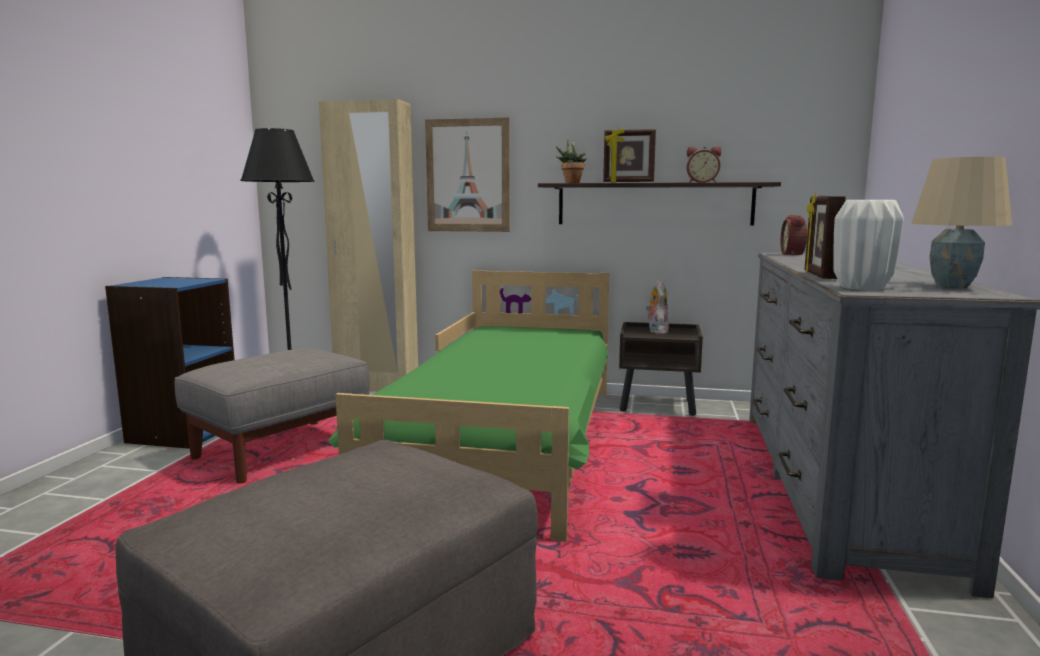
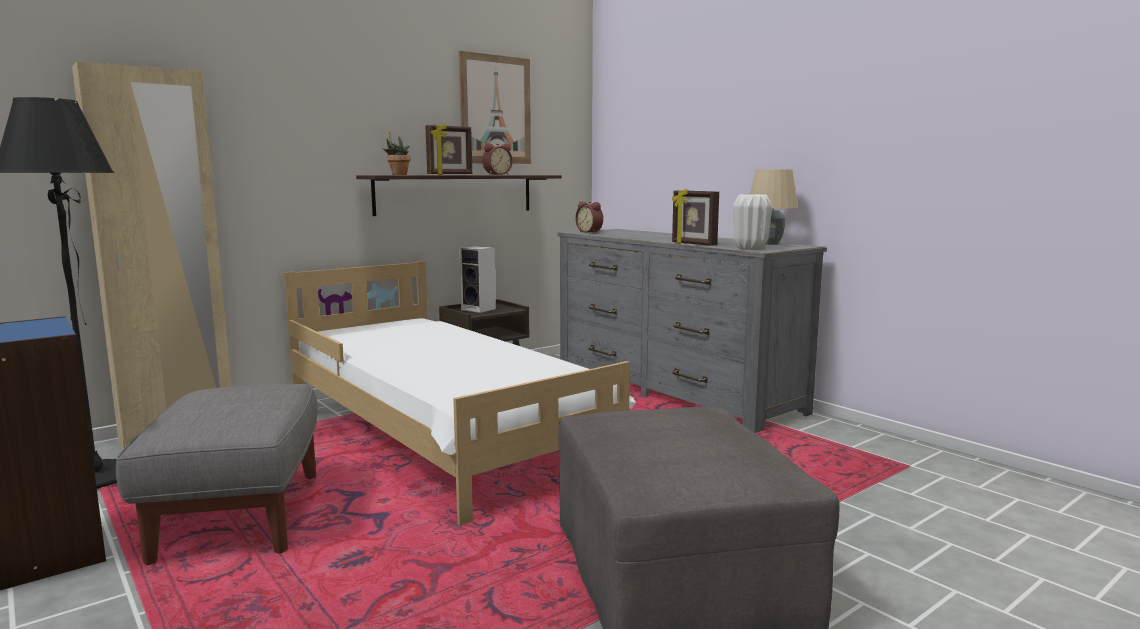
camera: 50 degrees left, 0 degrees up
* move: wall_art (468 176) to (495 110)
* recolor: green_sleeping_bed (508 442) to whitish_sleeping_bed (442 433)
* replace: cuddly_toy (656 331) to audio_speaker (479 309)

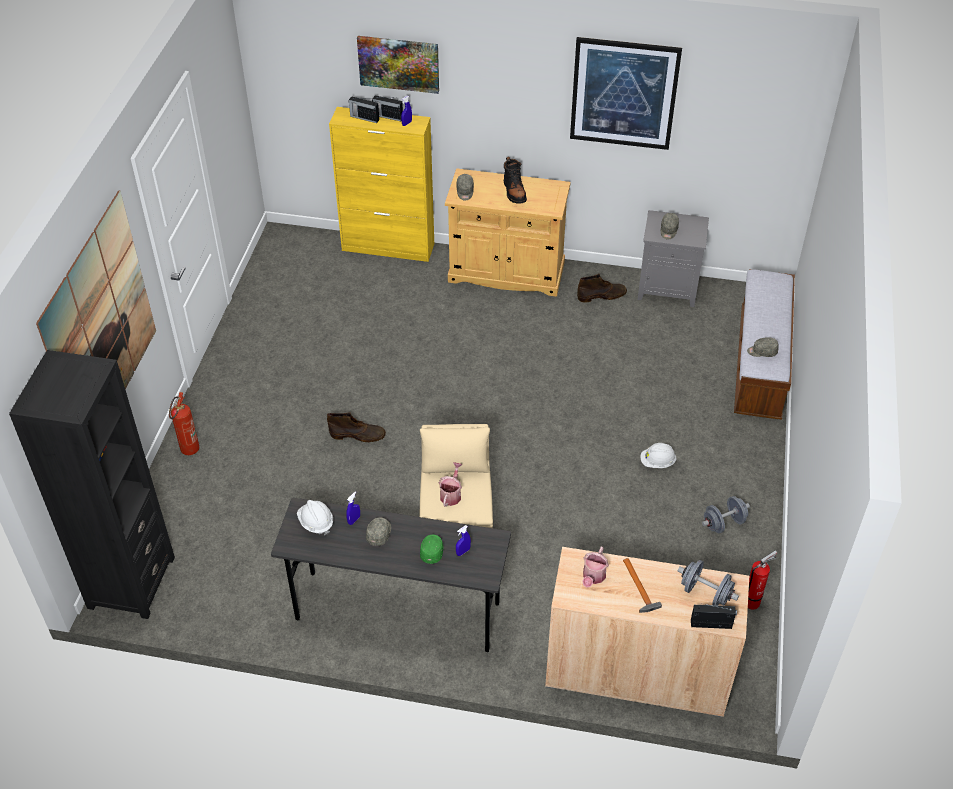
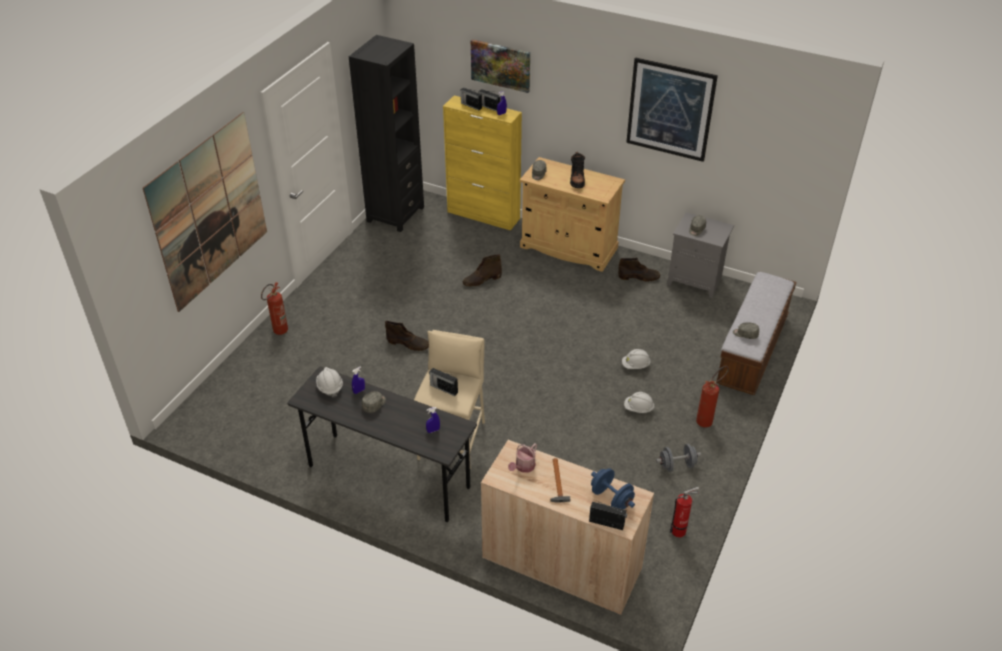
camera: 15 degrees right, 5 degrees down
* move: blackish_shelving_unit (131 582) to (395 214)
* replace: watering_pot (451 494) to radio (443 388)
* delete: green_baseball_cap (432 551)
* recolor: gray_hand_weight (705 593) to bluish_hand_weight (611 498)
* insert: brown_boot (481 280)
* insert: whitish_hard_hat (635 365)
* insert: extinguisher (707 420)

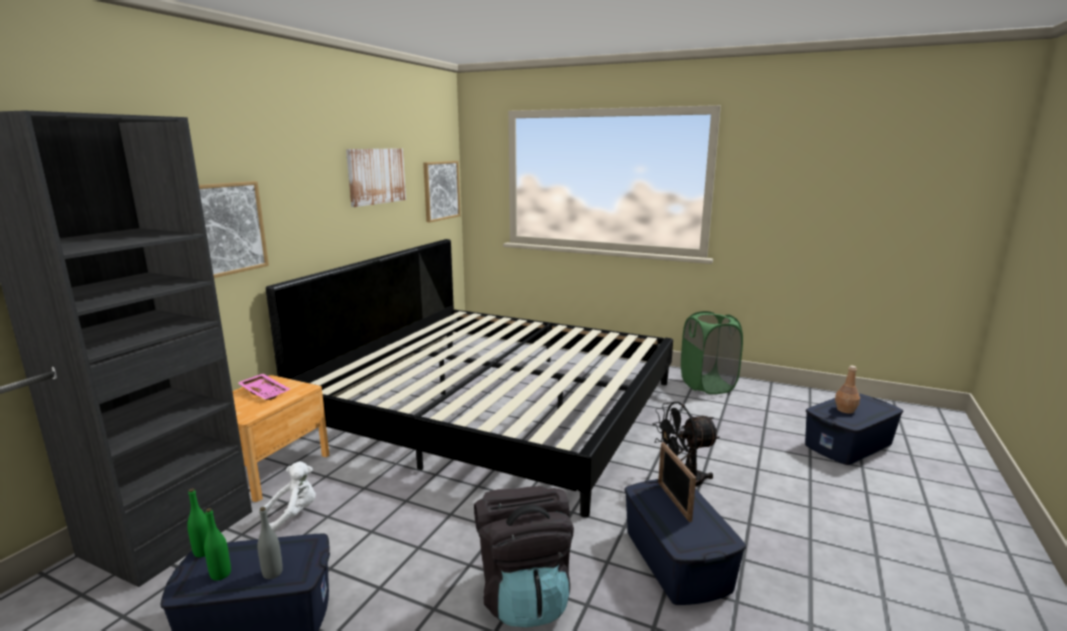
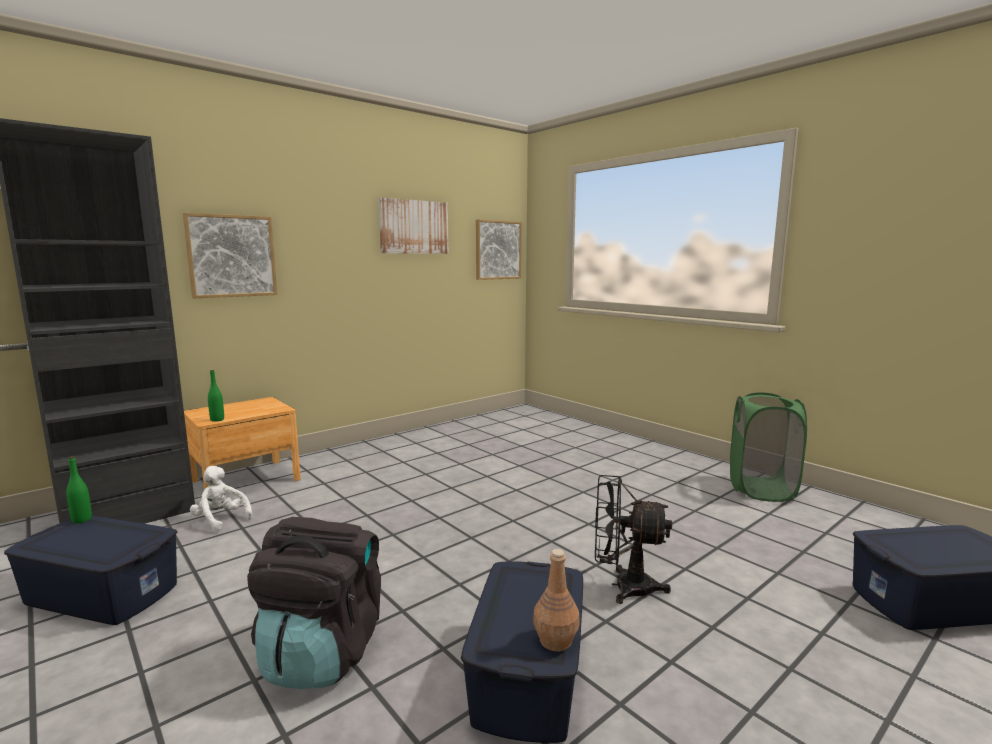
camera: 25 degrees right, 5 degrees down
* delete: sleeping_bed (497 406)
* move: brown_bottle (845 410) to (555 640)
* delete: pink_carrying_tray (265 392)
* delete: photo_frame (673 501)
* rotate: whitish_cuddly_toy (294 514) = (221 520) 135 degrees counterclockwise
* delete: gray_bottle (272 573)
* move: green_bottle (220 574) to (217 420)

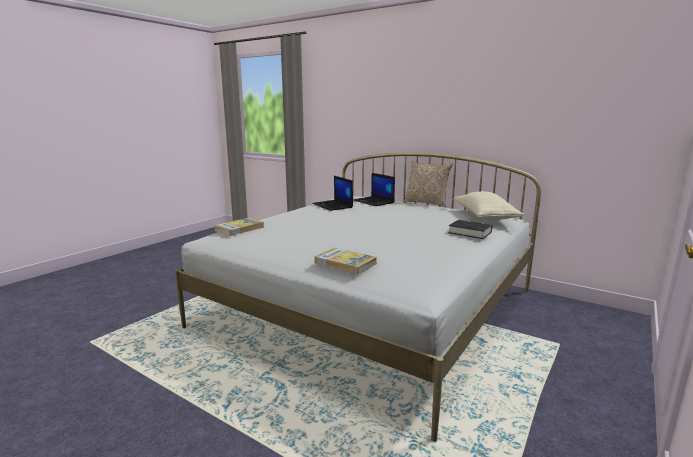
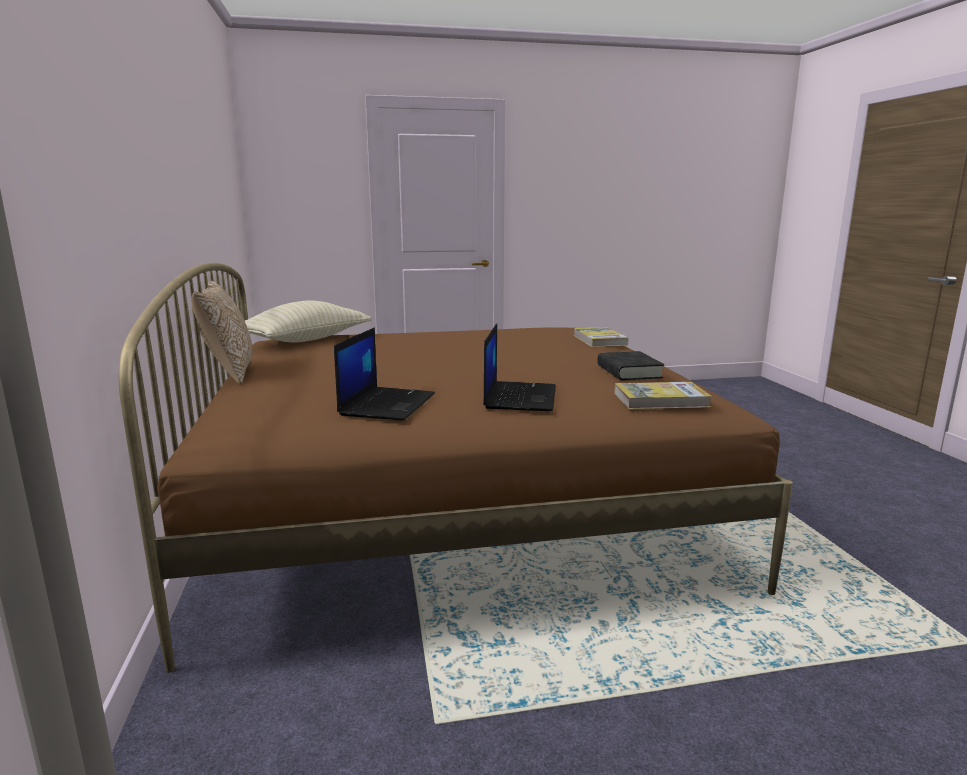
camera: 135 degrees left, 0 degrees up
* recolor: whitish_sleeping_bed (371 308) to brown_sleeping_bed (453 503)
* move: laptop (374 201) to (519 397)
* move: blackish_book (470 232) to (629 372)

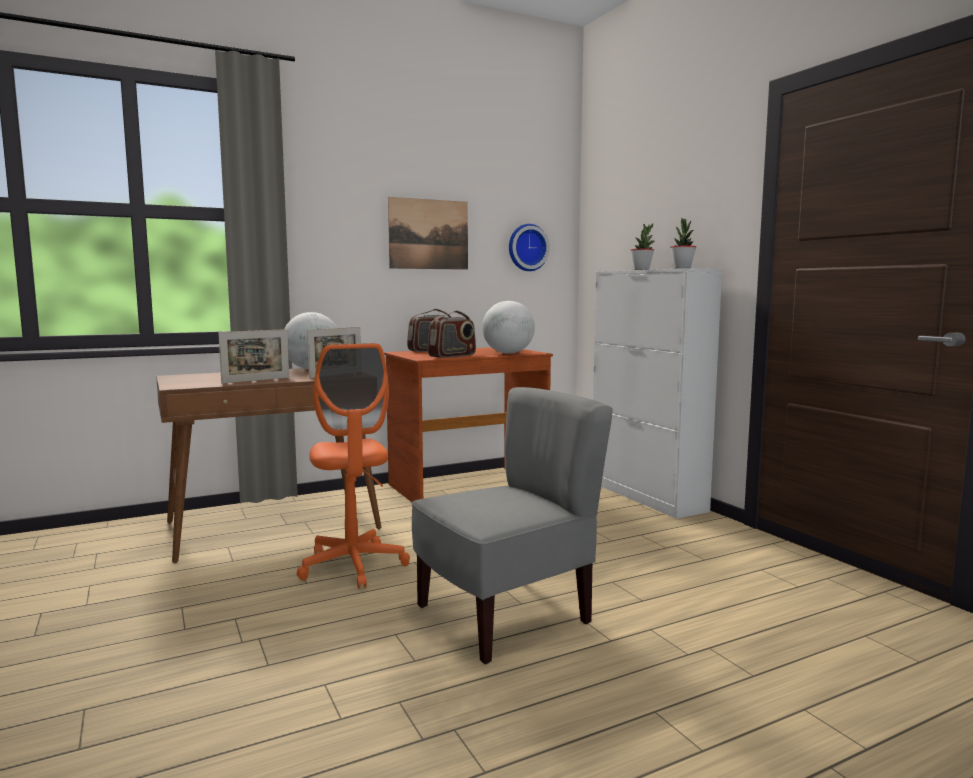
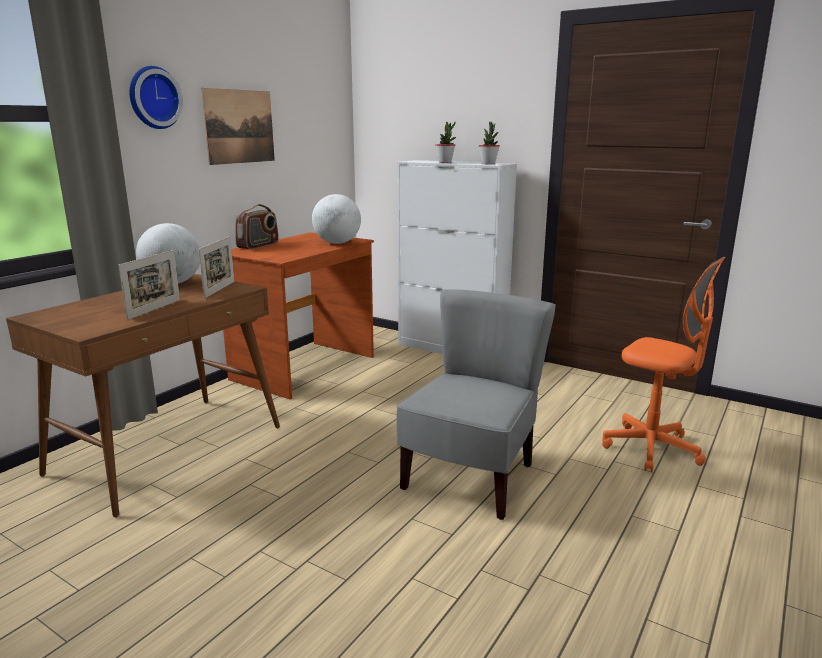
camera: 30 degrees left, 10 degrees up
* move: hanging_clock (527 247) to (153 98)
* delete: radio (452 356)
* move: orangey_desk_chair (353 566) to (651 449)

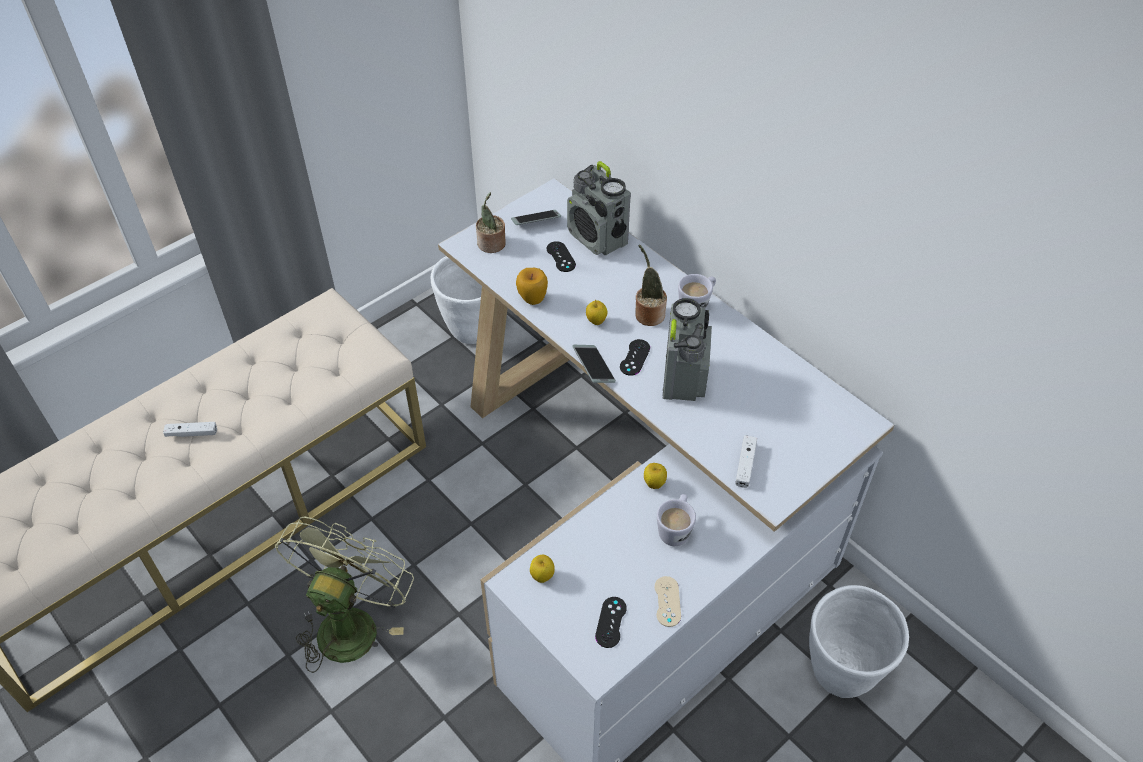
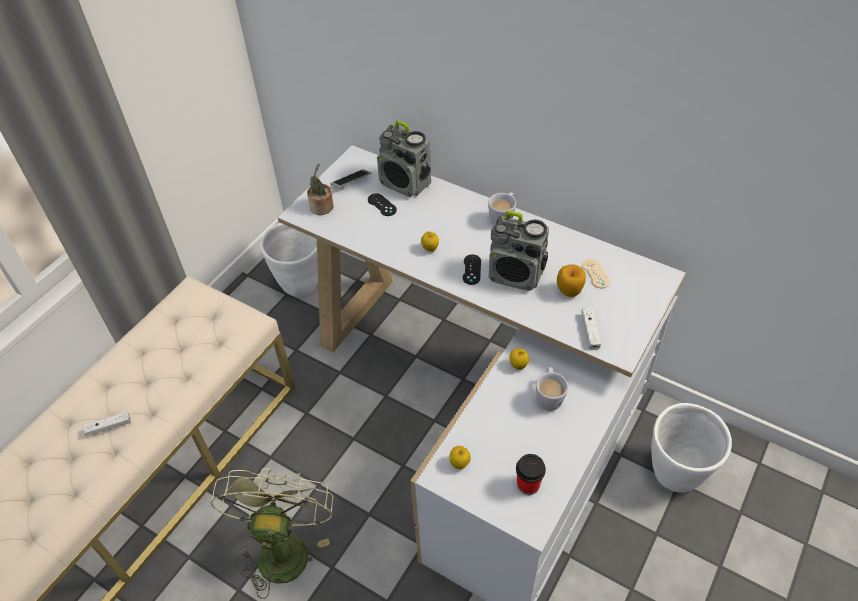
camera: 15 degrees left, 0 degrees up
* delete: houseplant (648 314)
* move: apple_fruit (532 299) to (569 292)
* rotate: radio (684 377) = (516 276) 120 degrees clockwise
* delete: telephone (593 367)
* move: sand-coloured_game_controller (667 601) to (595 273)
* replace: blackish_game_controller (611 622) to drinking_cup (528 485)

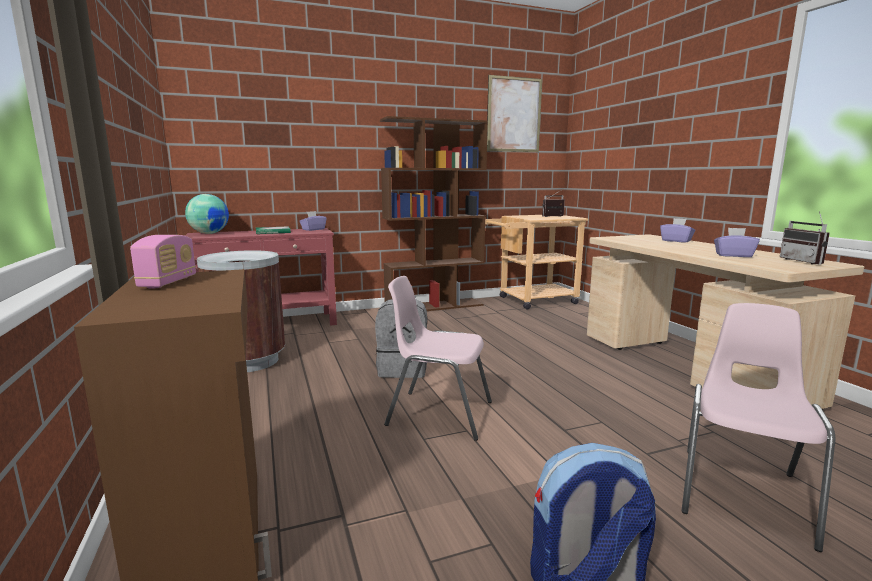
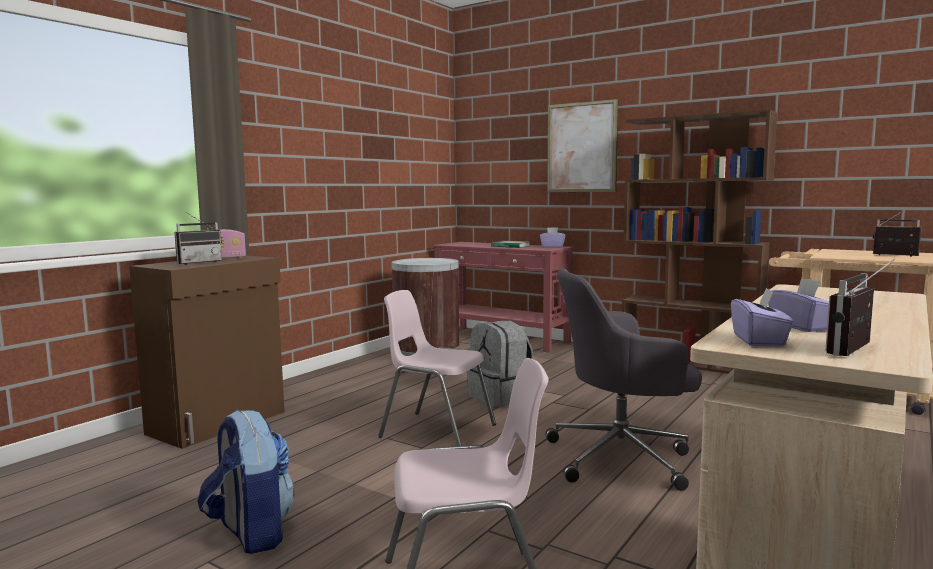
camera: 55 degrees right, 5 degrees down
* move: wall_art (514 115) to (581 147)
* delete: globe (209 233)
* move: purple_tissue_box (676 241) to (759 341)
* rotate: pink_chair (438 413) = (436 431) 45 degrees counterclockwise
* insert: radio (198 262)
* insert: gray_desk_chair (622 457)

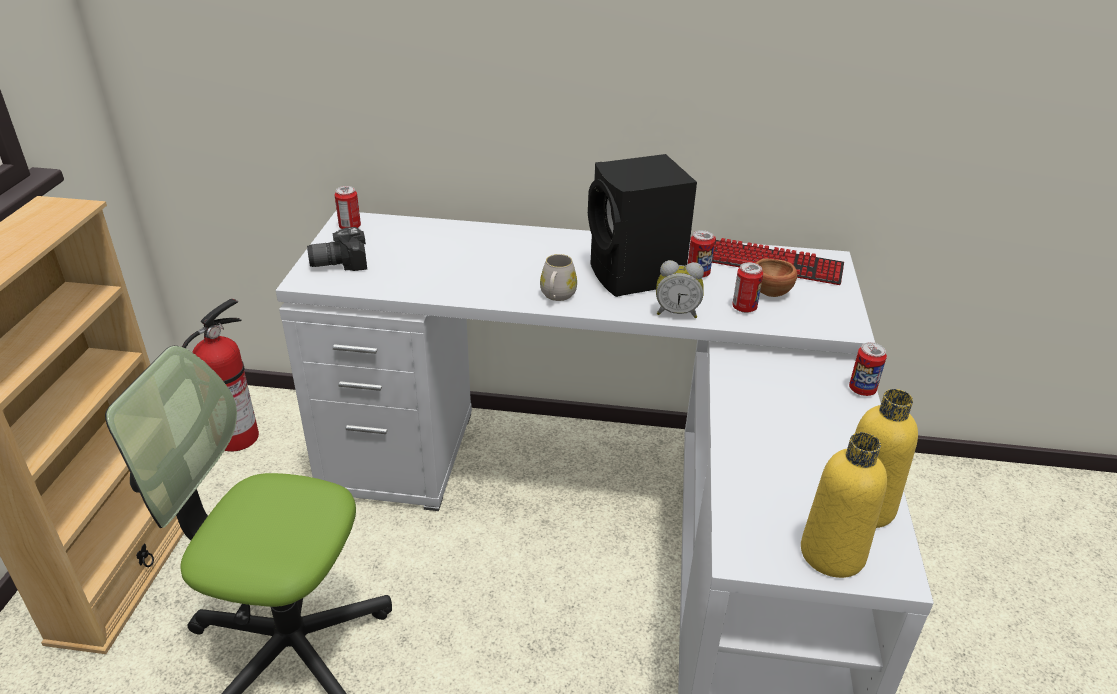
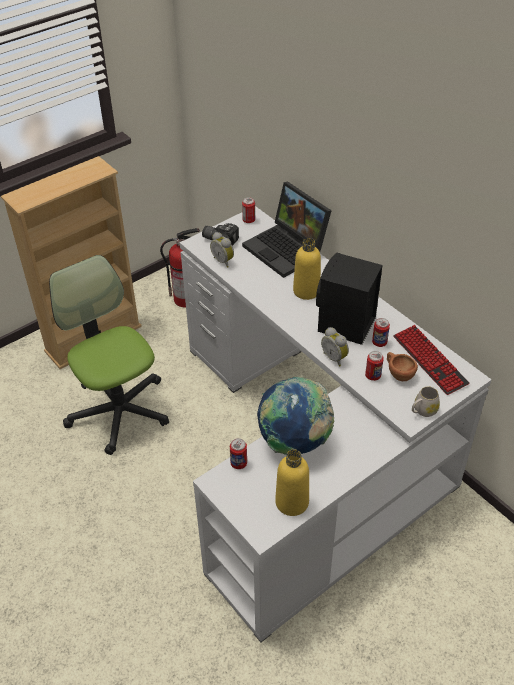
camera: 45 degrees right, 10 degrees up
* move: whitish_mug (557 296) to (423 411)
* move: metal_can (862 390) to (238 463)
* move: yellow_bottle (832 554) to (306 291)
* insert: laptop (288 249)
* insert: alarm_clock (223 261)
* insert: globe (294 442)

